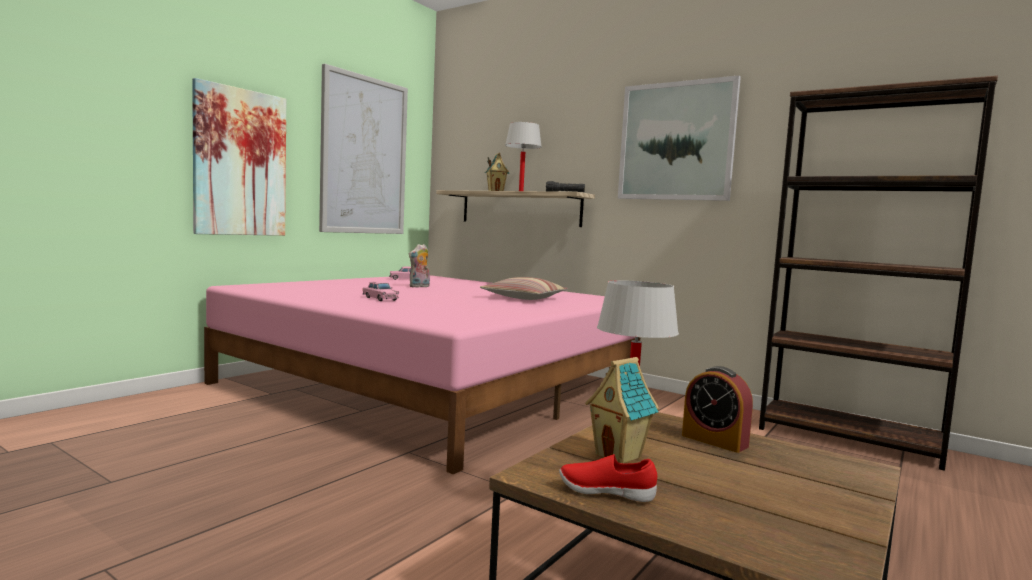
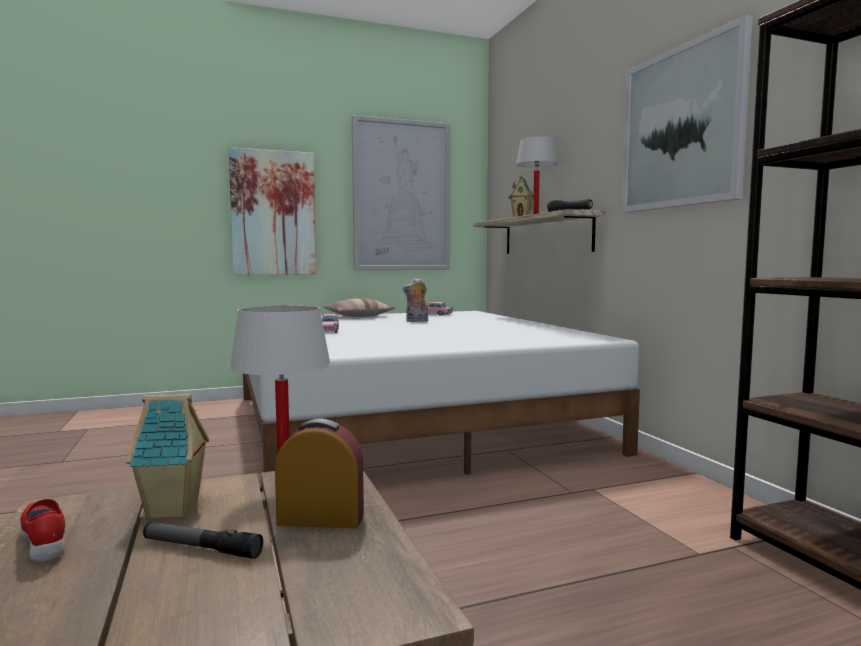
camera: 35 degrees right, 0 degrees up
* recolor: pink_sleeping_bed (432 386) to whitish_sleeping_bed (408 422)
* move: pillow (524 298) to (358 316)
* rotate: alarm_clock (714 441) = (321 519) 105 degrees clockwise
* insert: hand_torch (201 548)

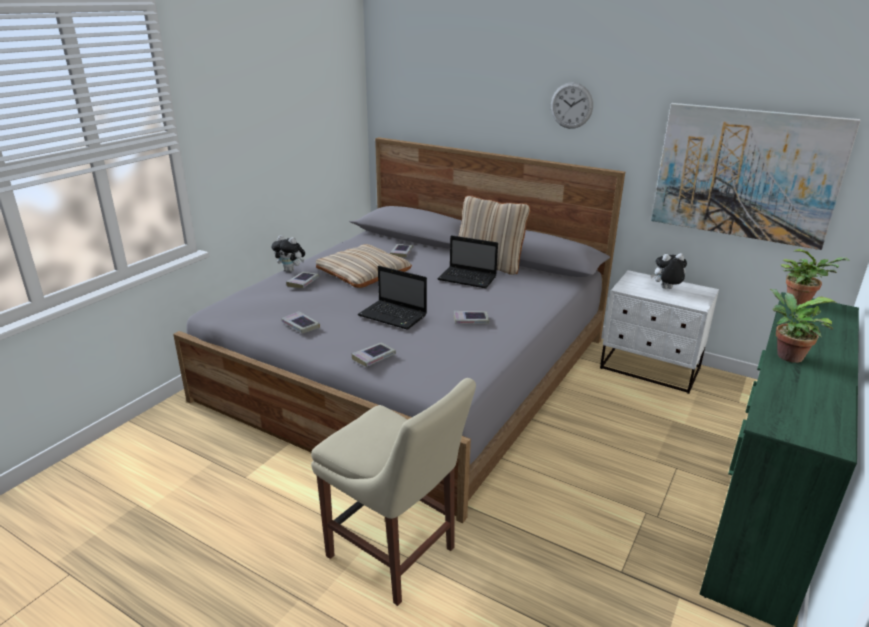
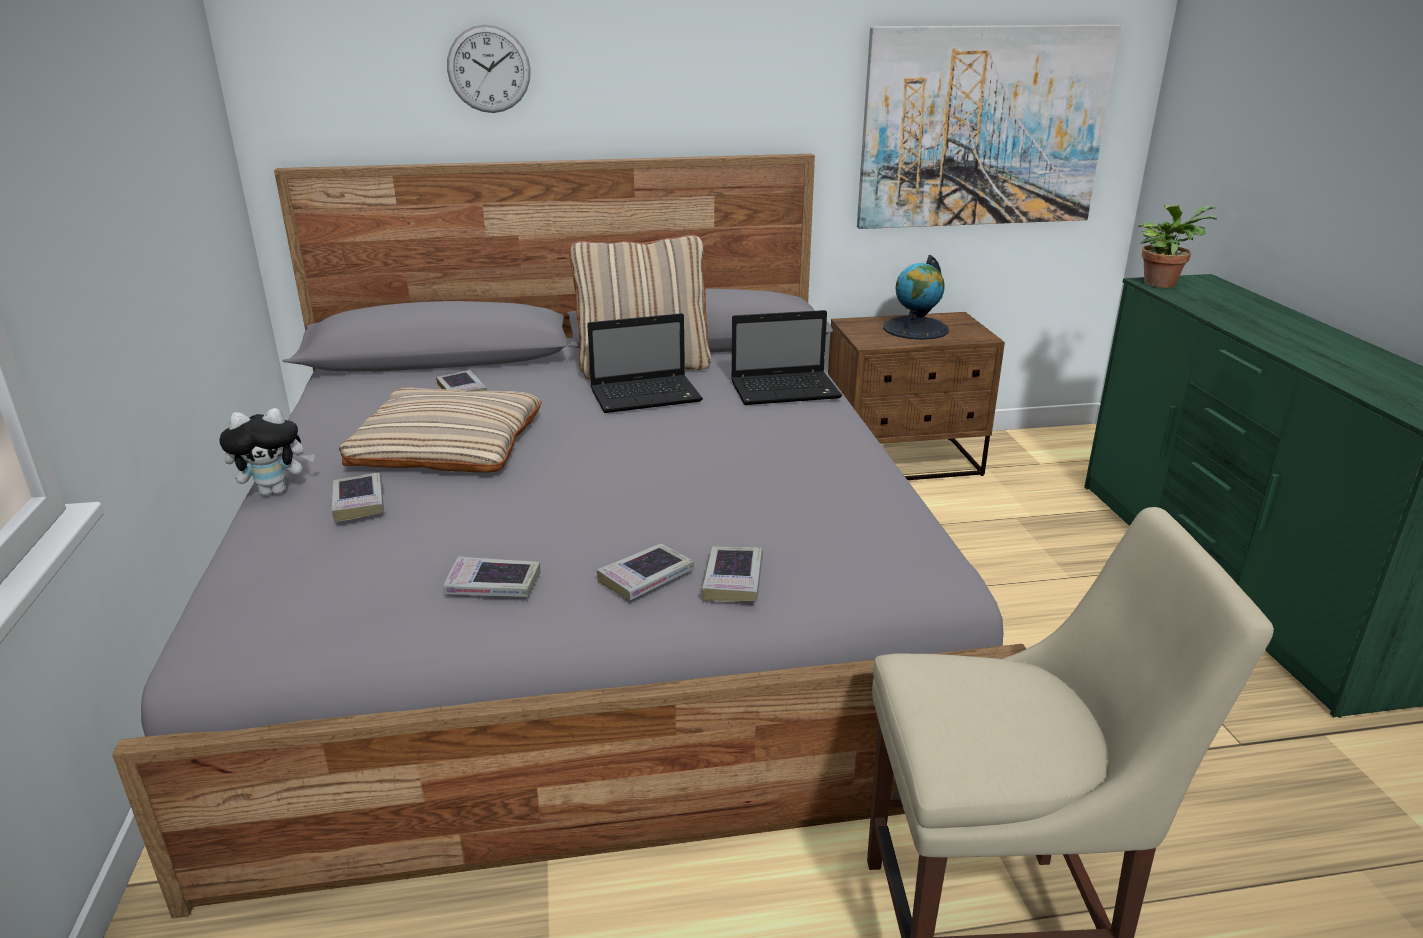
camera: 40 degrees left, 0 degrees up
* move: hanging_clock (571 105) to (489 69)
* replace: cuddly_toy (666 289) to globe (916 328)
* move: laptop (394 316) to (787 390)
* recolor: whitish_night_table (650 369) to brown_night_table (903 462)
* delete: houseplant (786 355)
* move: book (471 320) to (646 578)

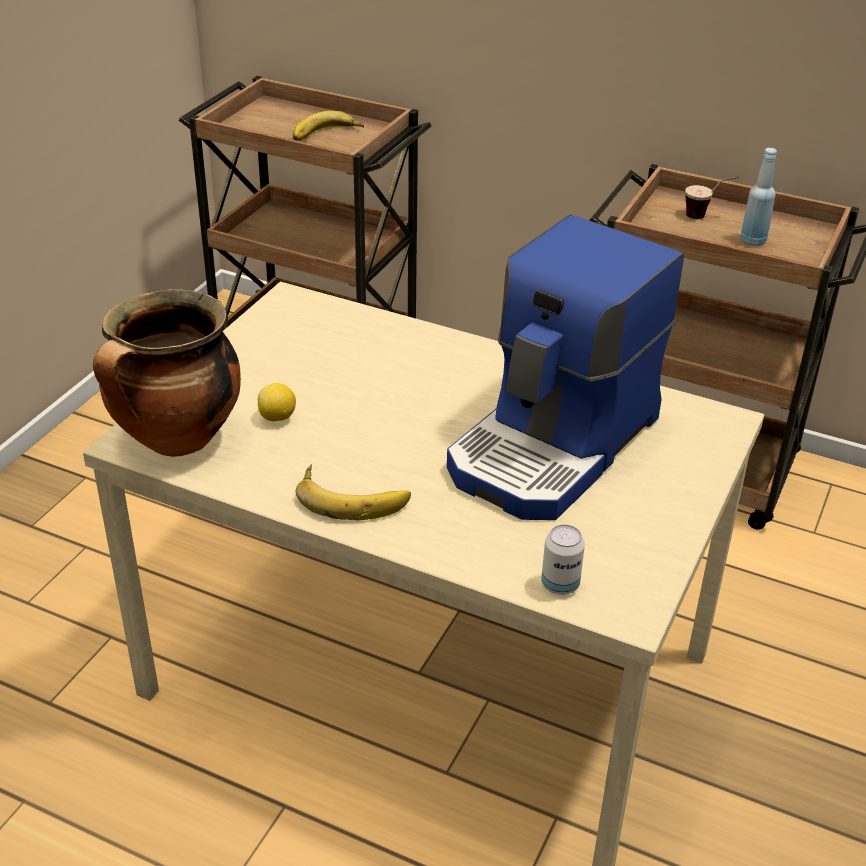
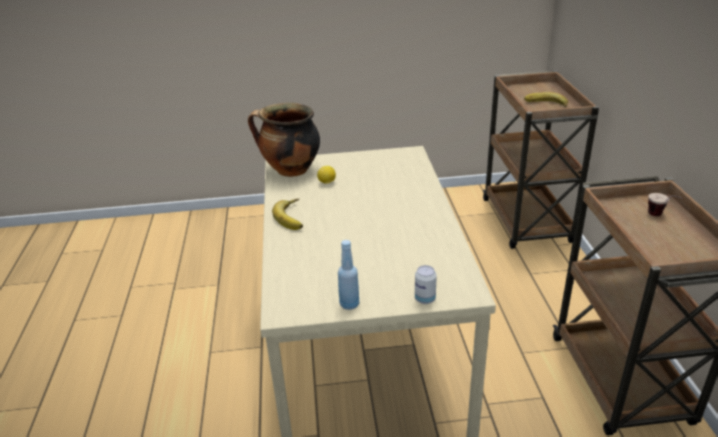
camera: 60 degrees right, 5 degrees down
* move: bluish_bottle (752 241) to (349 304)
* delete: coffee_brewer (555 447)
* move: metal_can (560 585) to (425 299)

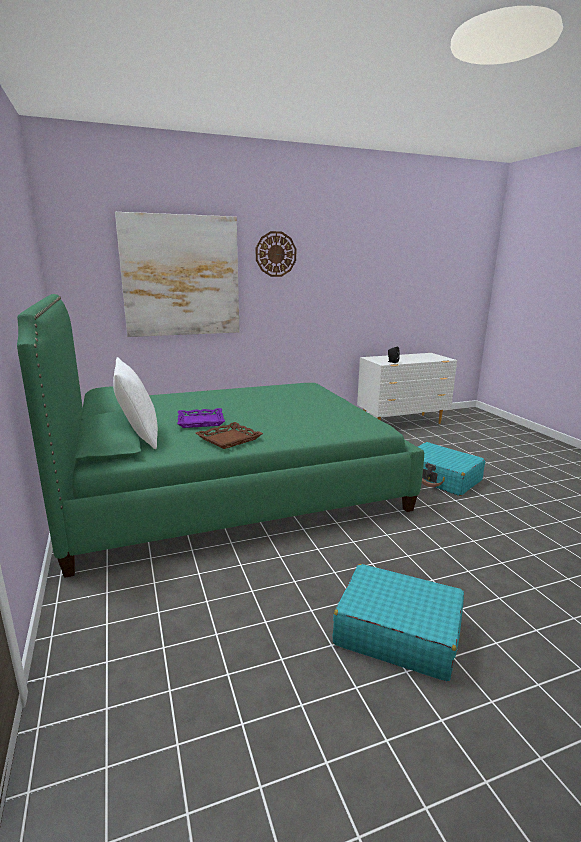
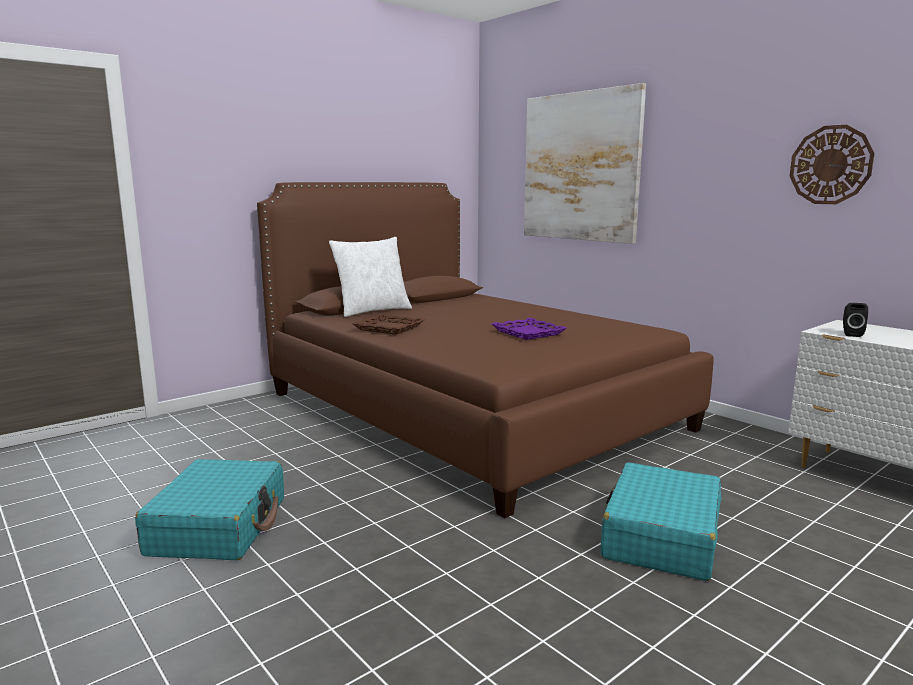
camera: 70 degrees right, 5 degrees down
* move: hanging_clock (275 254) to (830 165)
* recolor: green_sleeping_bed (229 486) to brown_sleeping_bed (469 410)
* move: purple_carrying_tray (200 421) to (527 333)

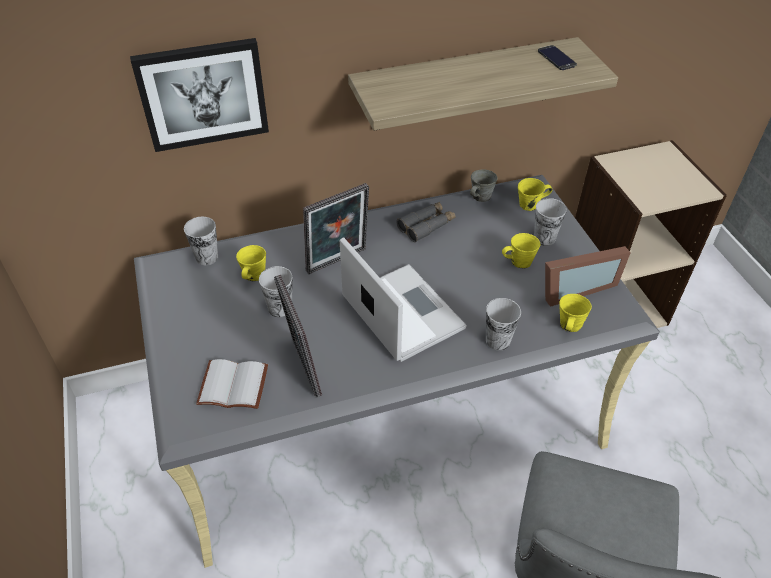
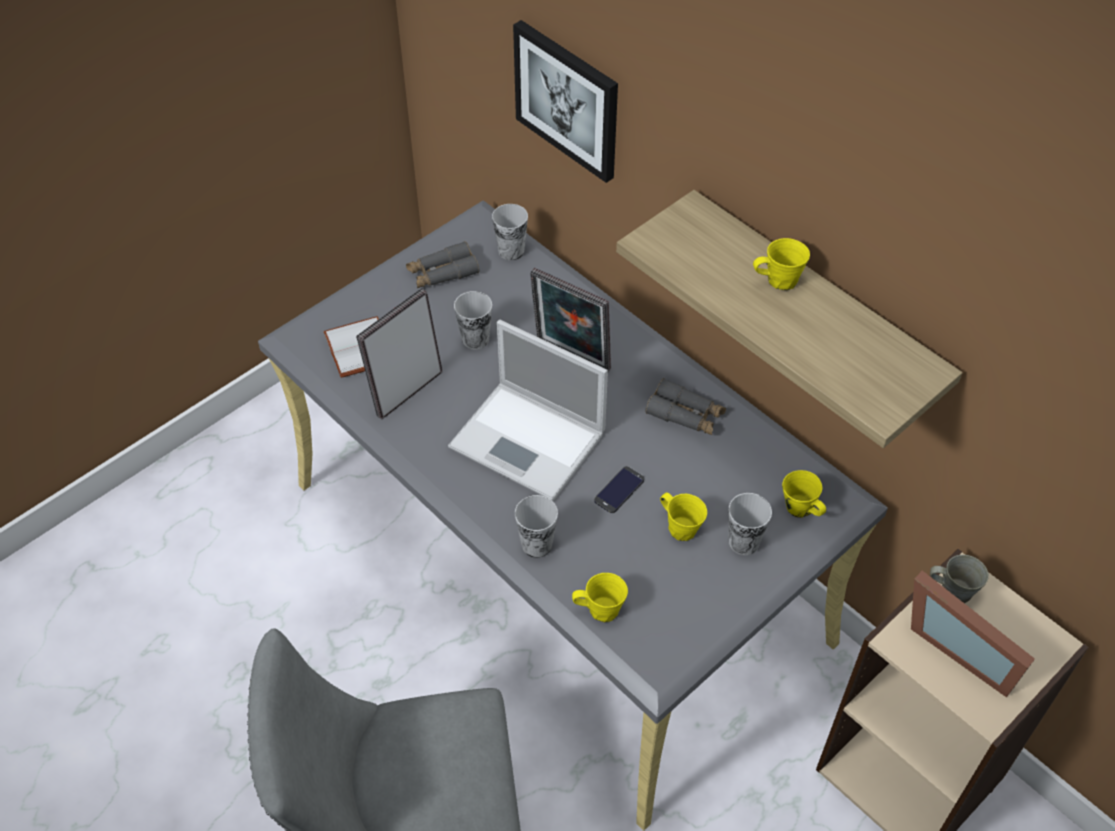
camera: 65 degrees right, 5 degrees up
* move: telephone (556 58) to (619 490)
* move: gray_mug (480 197) to (954 591)
* rotate: laptop (401 311) = (530 441) 90 degrees clockwise
* move: yellow_mug (253 276) to (779 280)
* move: photo_frame (573 288) to (962 646)
* insert: gray_field_glasses (442 273)

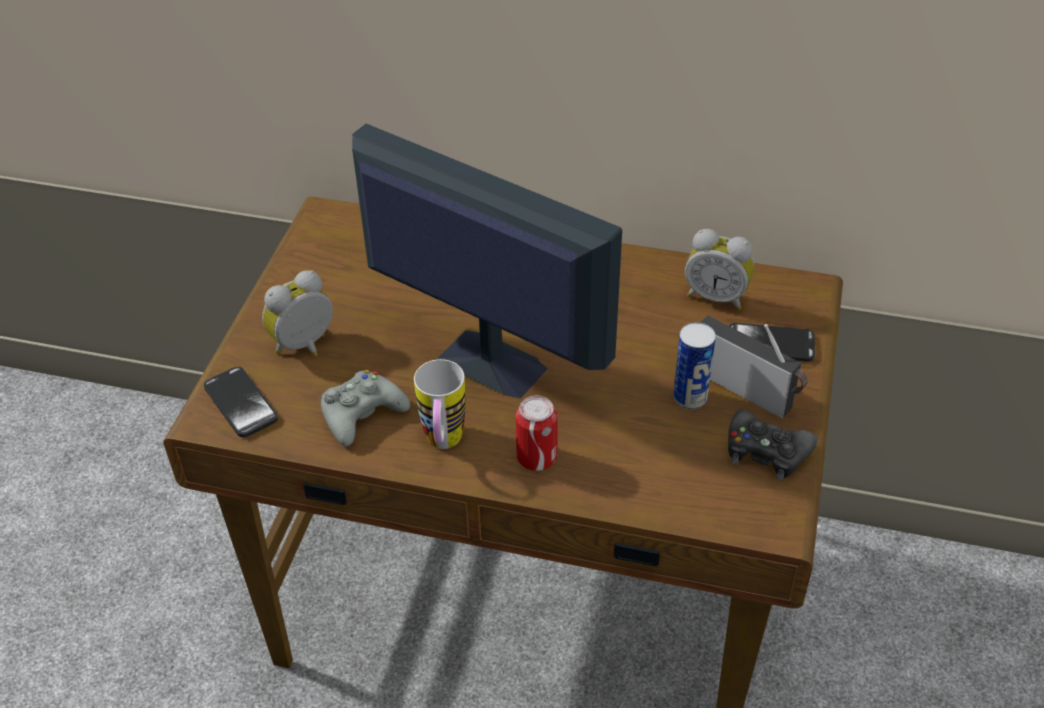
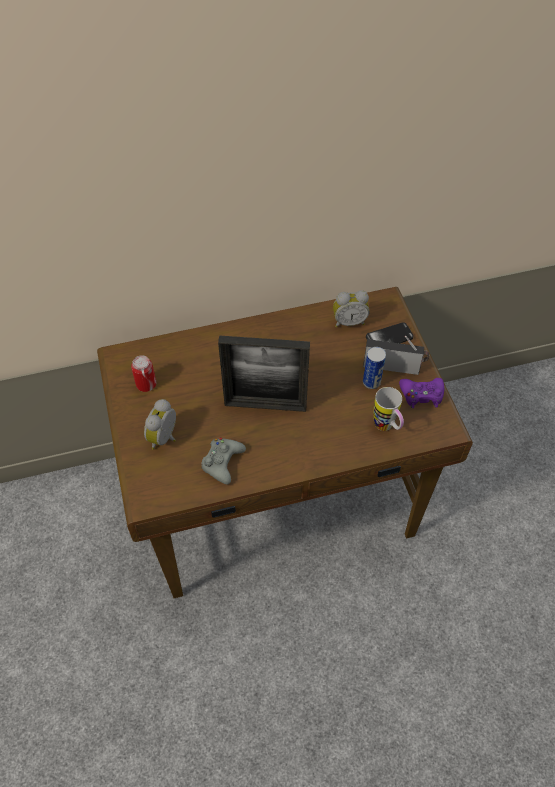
camera: 30 degrees left, 10 degrees up
* replace: computer_display (489 362) to photo_frame (265 405)
* move: mug (443 445) to (387 428)
* delete: telephone (241 403)
* move: metal_can (536 457) to (146 384)
* recolor: blackish_game_controller (766 452) to purple_game_controller (421 395)

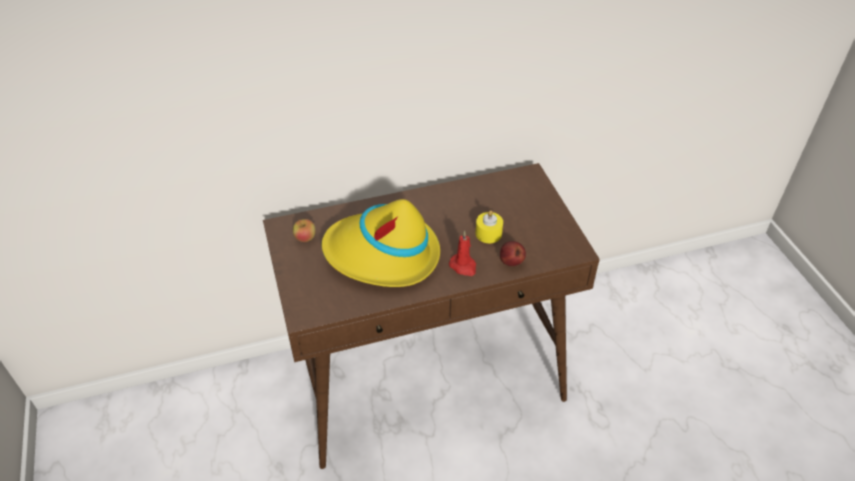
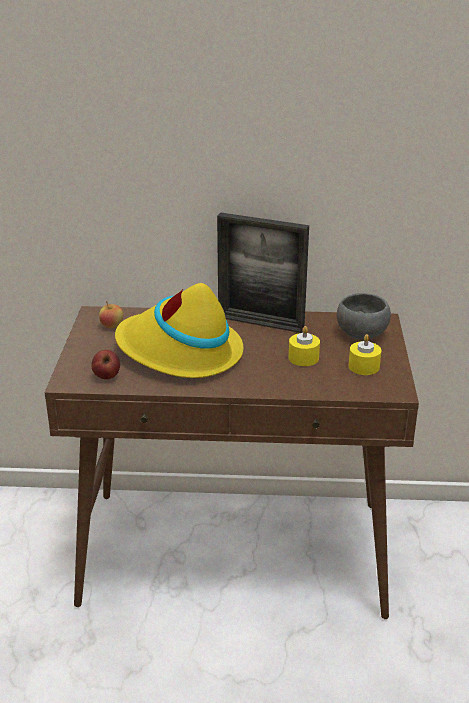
camera: 20 degrees right, 15 degrees down
* delete: red_wax_light (463 266)
* move: apple_fruit (511 262) to (106 376)
* insert: photo_frame (260 323)
* insert: gray_serving_bowl (362 333)
* insert: yellow_wax_light (364 366)

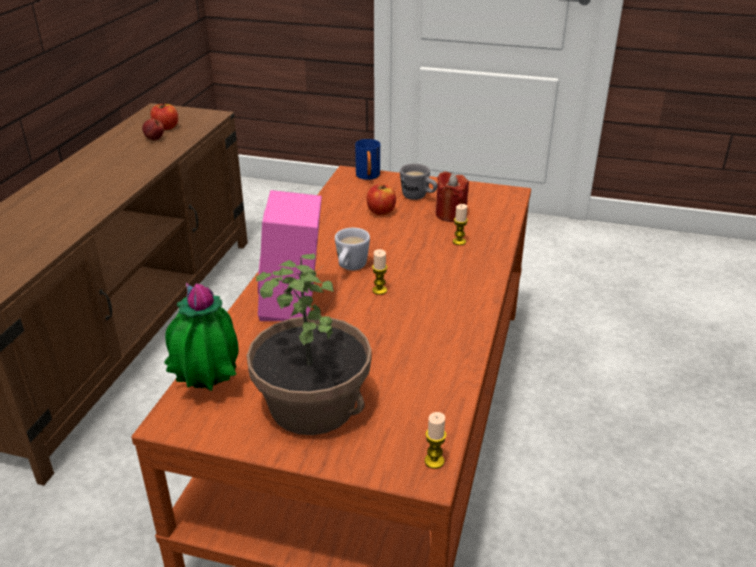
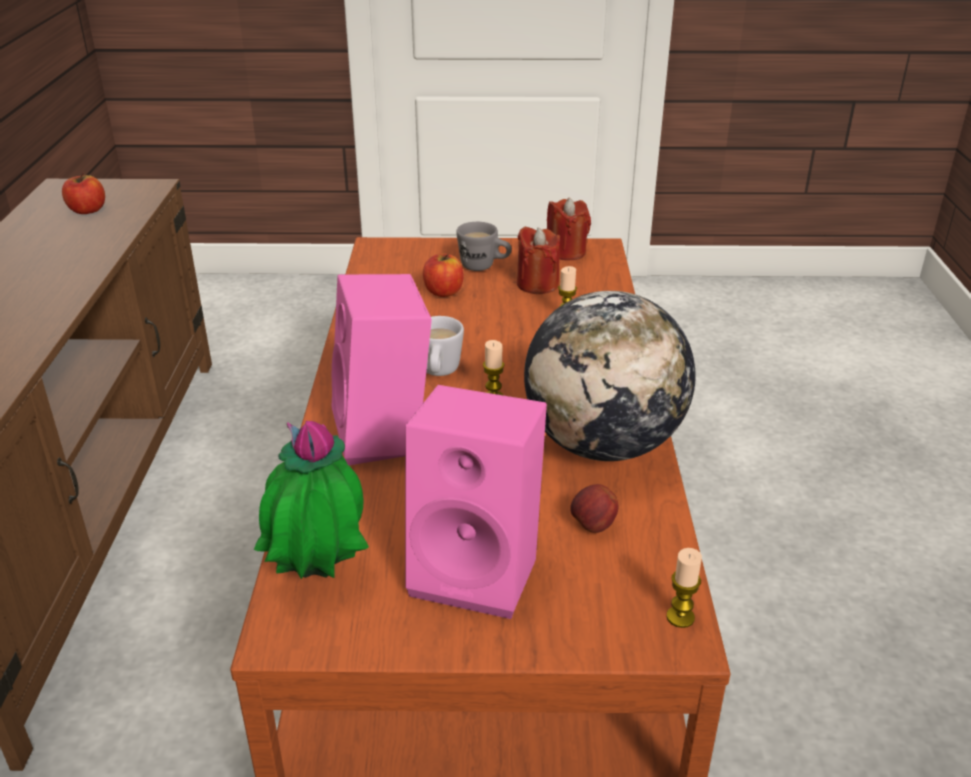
camera: 15 degrees left, 0 degrees up
* move: apple_fruit (154 139) to (592 526)
* delete: bluish_mug (368 177)
* replace: houseplant (313 405) to pink_audio_speaker (479 570)
* insert: red_wax_light (566 252)
* insert: globe (603 444)

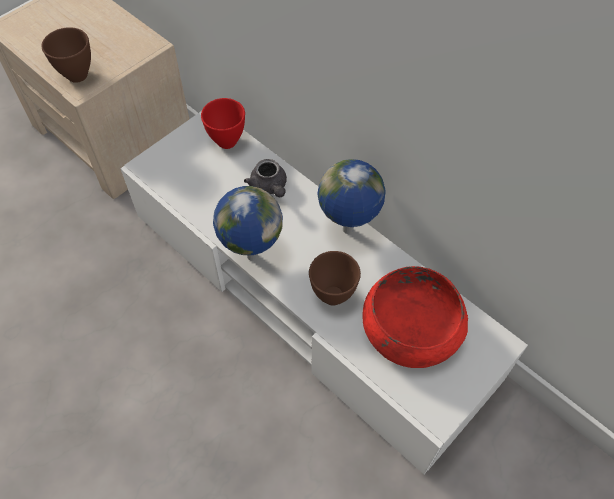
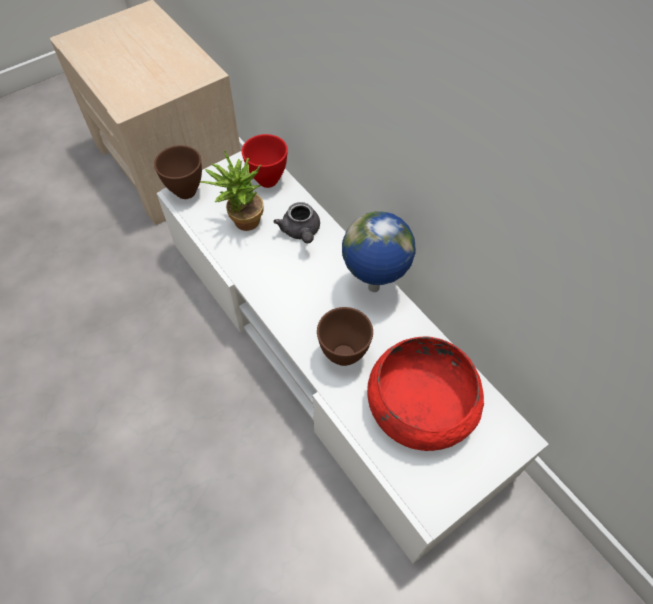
camera: 10 degrees right, 0 degrees up
* move: brown_serving_bowl (78 74) to (186 191)
* delete: globe (251 255)
* insert: houseplant (241 222)

